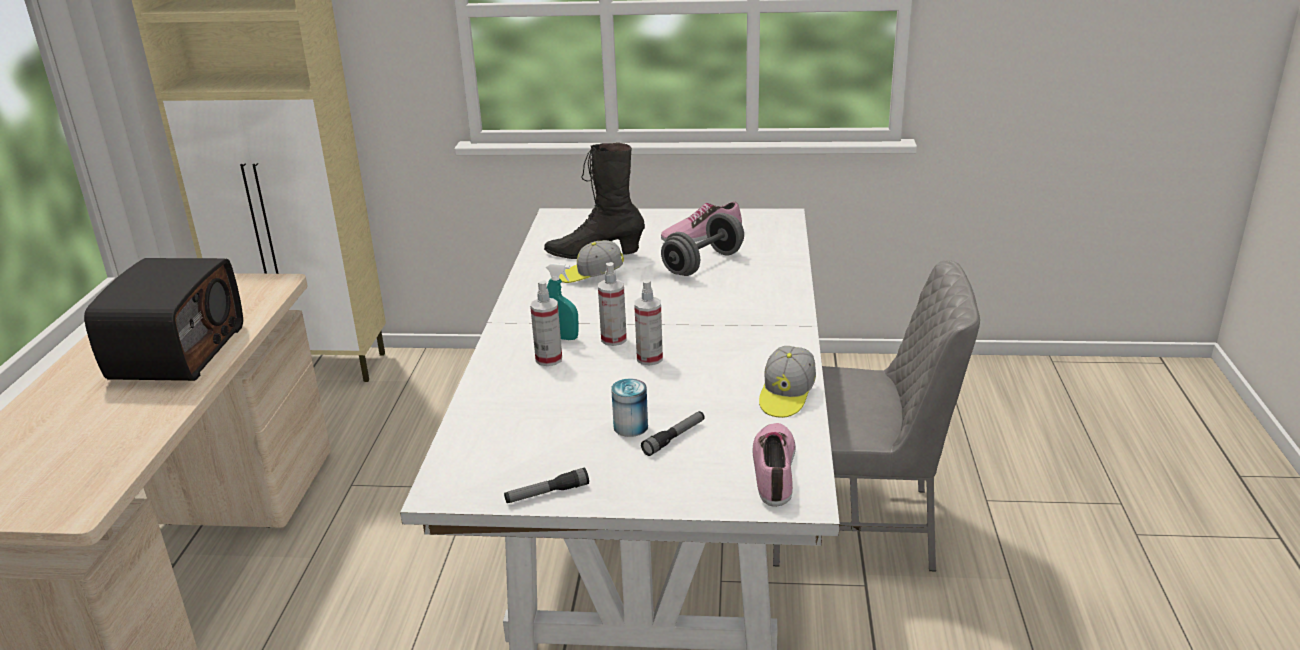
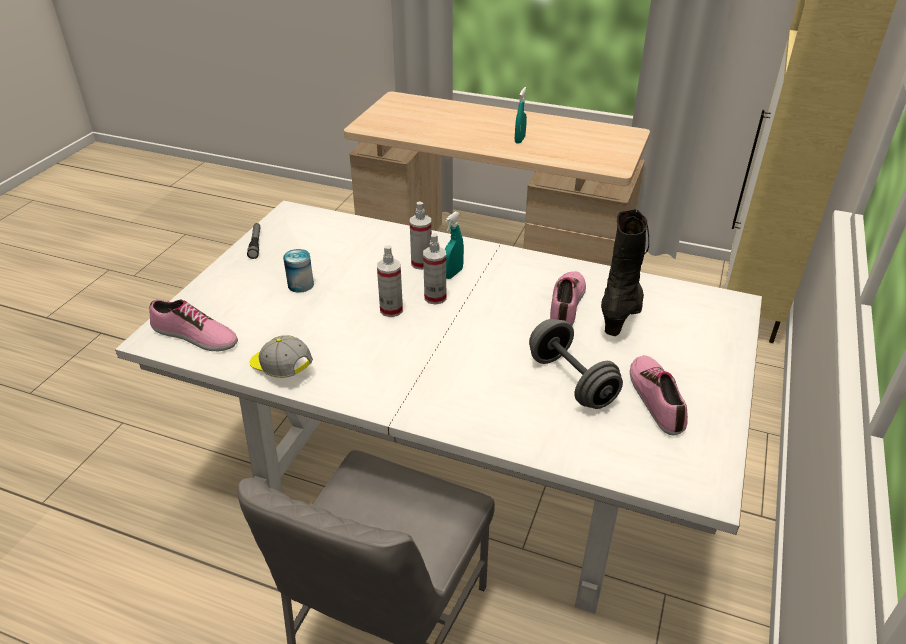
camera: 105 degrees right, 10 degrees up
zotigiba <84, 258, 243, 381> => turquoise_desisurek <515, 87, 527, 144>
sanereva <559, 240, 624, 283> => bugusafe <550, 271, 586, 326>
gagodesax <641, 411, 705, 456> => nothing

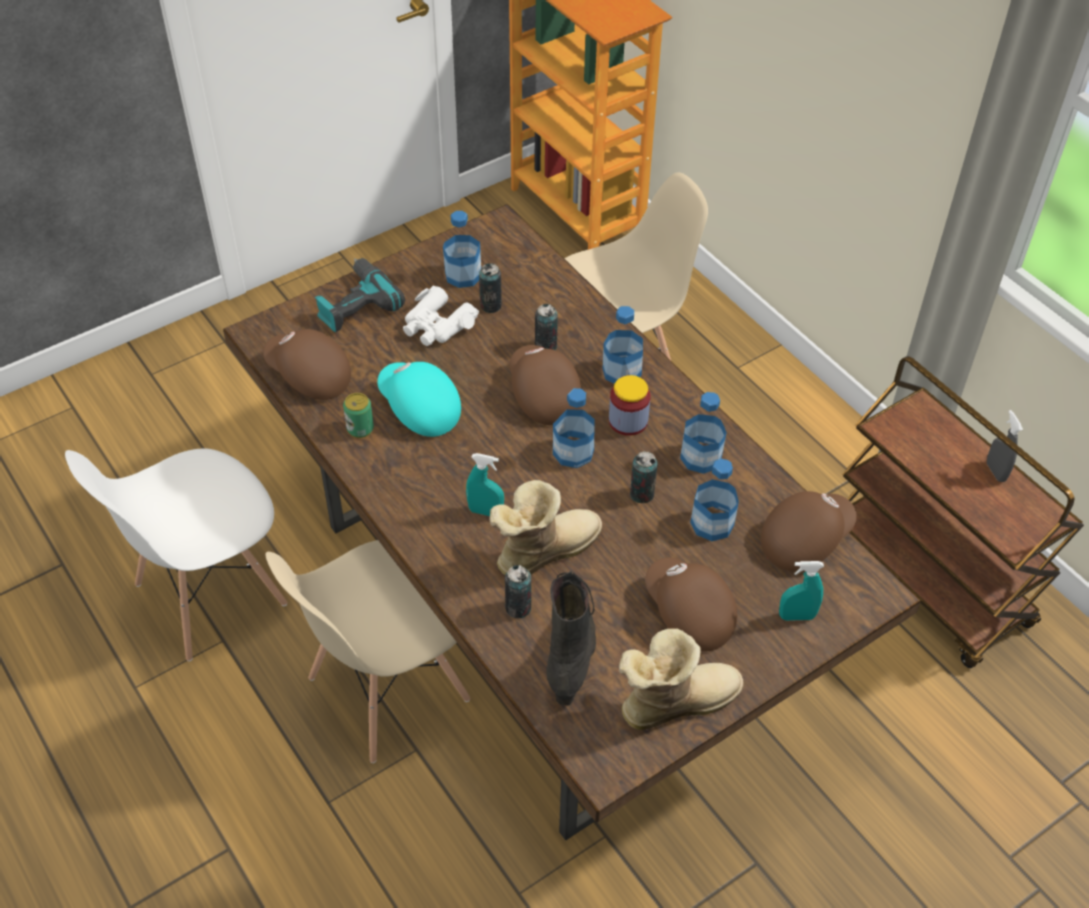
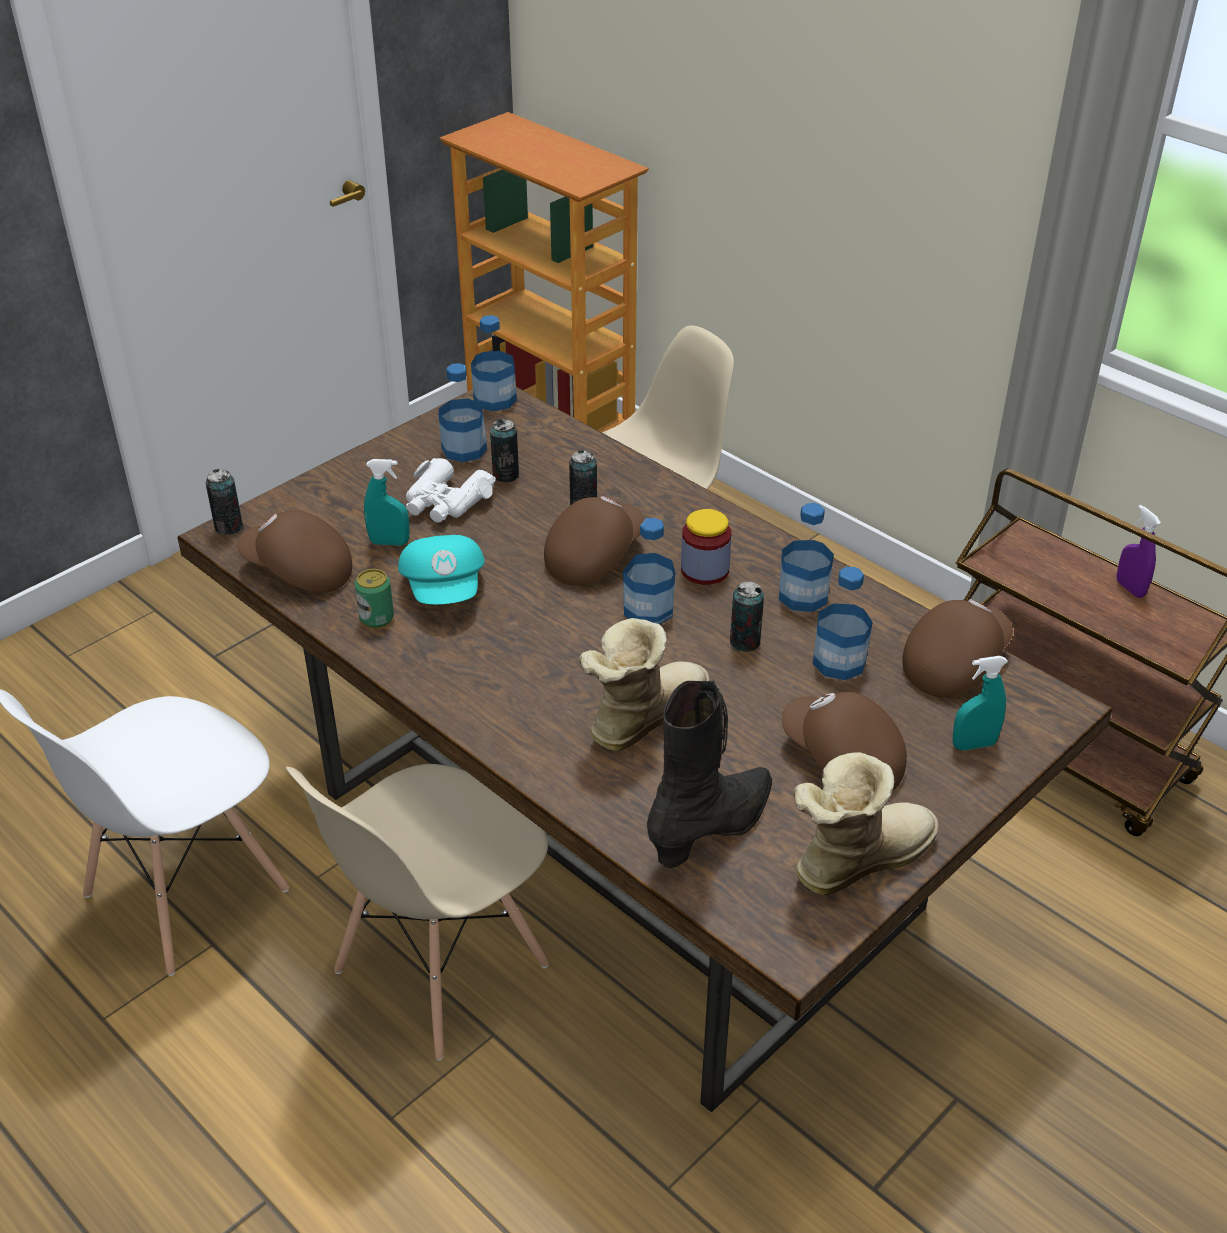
camera: 10 degrees left, 10 degrees down
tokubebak <505, 565, 531, 619> => tokubebak <206, 469, 243, 535>, moved
turquoise_desisurek <466, 453, 504, 516> => turquoise_desisurek <364, 459, 410, 546>, moved
turquoise_sanereva <377, 362, 461, 437> => turquoise_sanereva <398, 535, 485, 604>, 135 degrees counterclockwise
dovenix <602, 306, 643, 384> => dovenix <471, 315, 517, 411>, moved
brown_sanereva <510, 345, 582, 425> => brown_sanereva <544, 496, 644, 586>, 75 degrees clockwise
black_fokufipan <546, 571, 596, 706> => black_fokufipan <647, 680, 772, 868>, 45 degrees clockwise
grey_desisurek <987, 410, 1023, 482> => purple_desisurek <1117, 505, 1161, 598>
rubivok <314, 258, 405, 332> => nothing

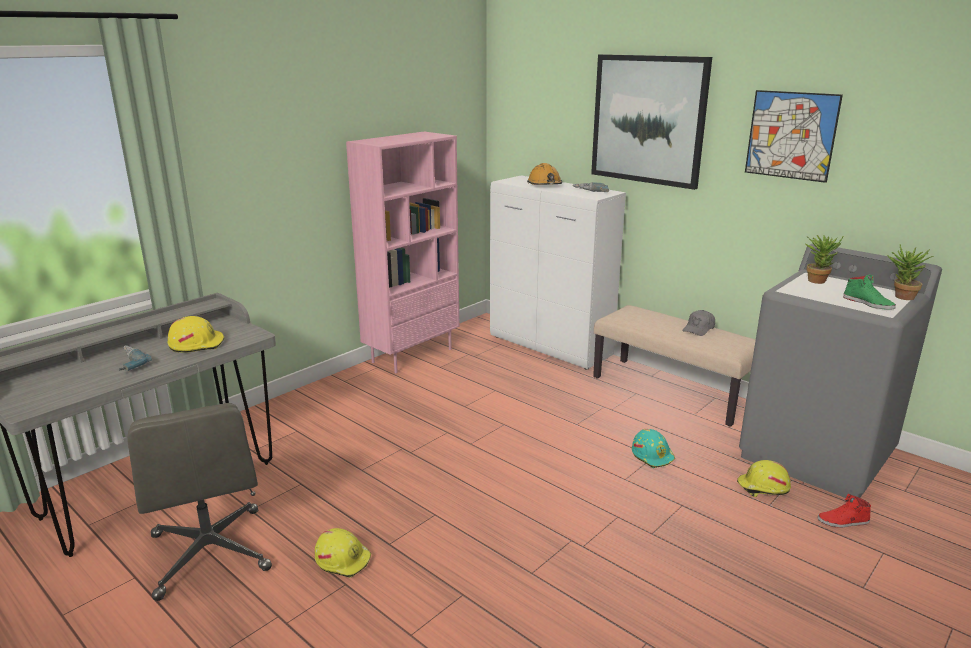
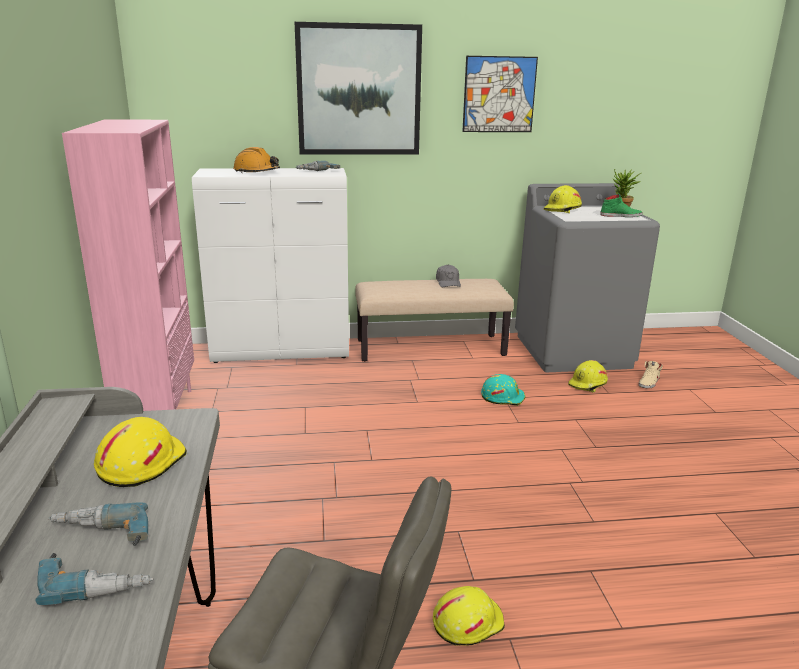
camera: 50 degrees left, 0 degrees up
nothing => rubivok <36, 553, 153, 605>
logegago <804, 235, 843, 284> => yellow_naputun <544, 185, 582, 213>
red_bugusafe <818, 494, 871, 528> => beige_bugusafe <638, 361, 663, 388>

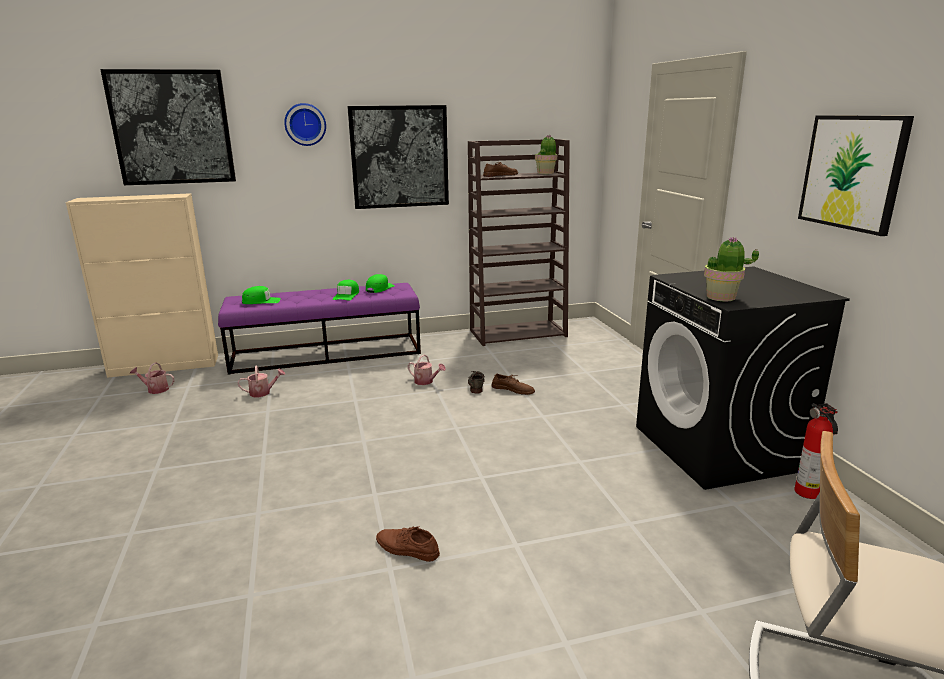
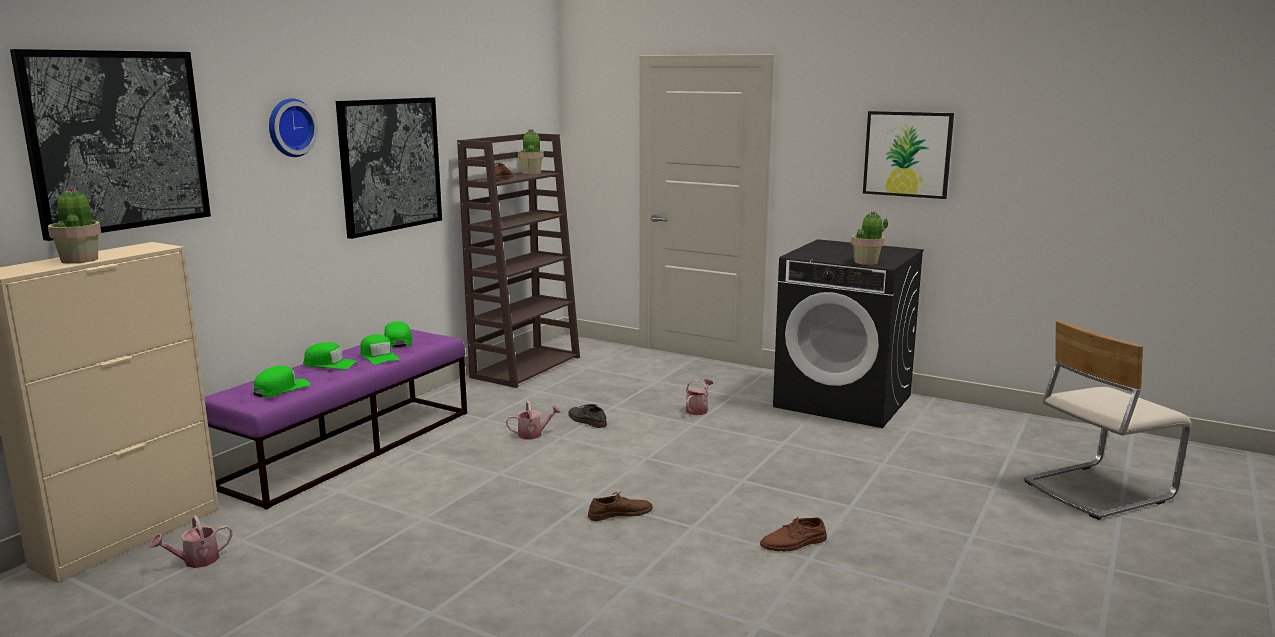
camera: 45 degrees left, 5 degrees down
nothing => logegago <48, 186, 101, 264>
nothing => green_sanereva <304, 342, 358, 369>
brown_bugusafe <491, 374, 535, 395> => brown_bugusafe <588, 492, 653, 521>, moved
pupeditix <237, 365, 285, 397> => pupeditix <686, 379, 713, 415>, moved
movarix <794, 403, 838, 499> => nothing

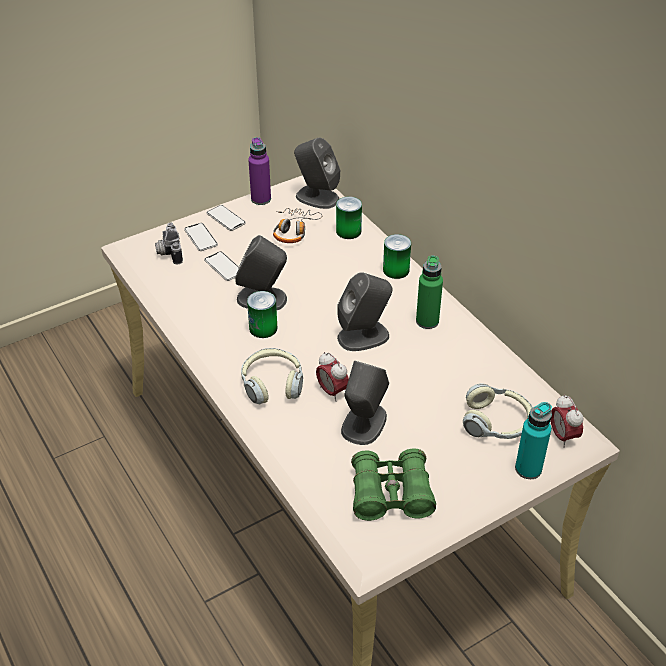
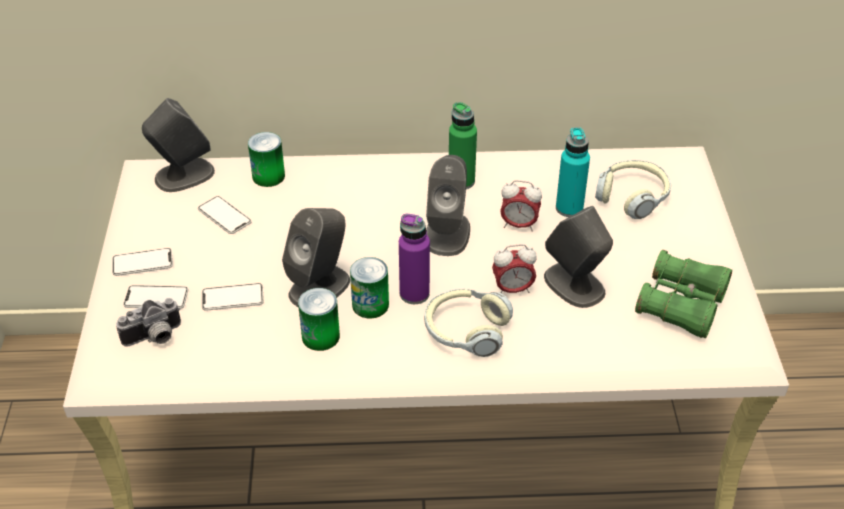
camera: 60 degrees left, 0 degrees up
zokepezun <155, 223, 183, 265> => zokepezun <116, 298, 181, 347>, 45 degrees counterclockwise
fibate <273, 208, 322, 243> => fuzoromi <198, 196, 252, 234>
tokubebak <383, 234, 411, 279> => tokubebak <298, 288, 340, 351>, moved
purple_dovenix <248, 137, 271, 205> => purple_dovenix <399, 214, 430, 304>, moved
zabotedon <551, 394, 584, 448> => zabotedon <500, 180, 542, 232>, moved
turquoise_dovenix <515, 402, 552, 479> => turquoise_dovenix <556, 127, 590, 217>, moved

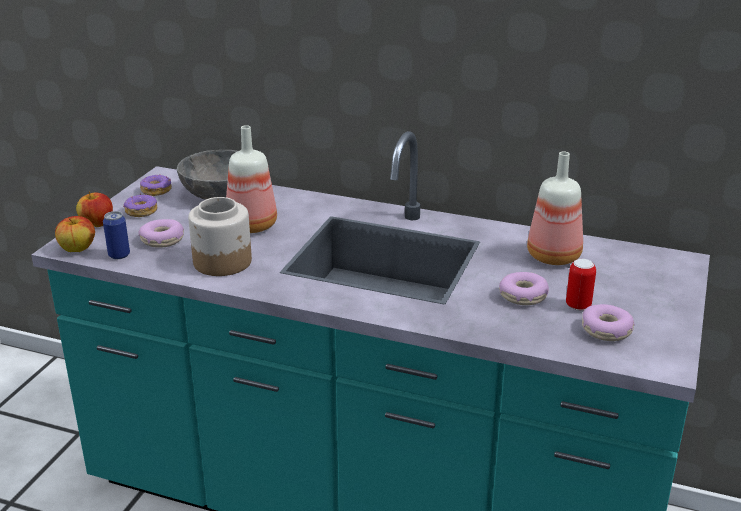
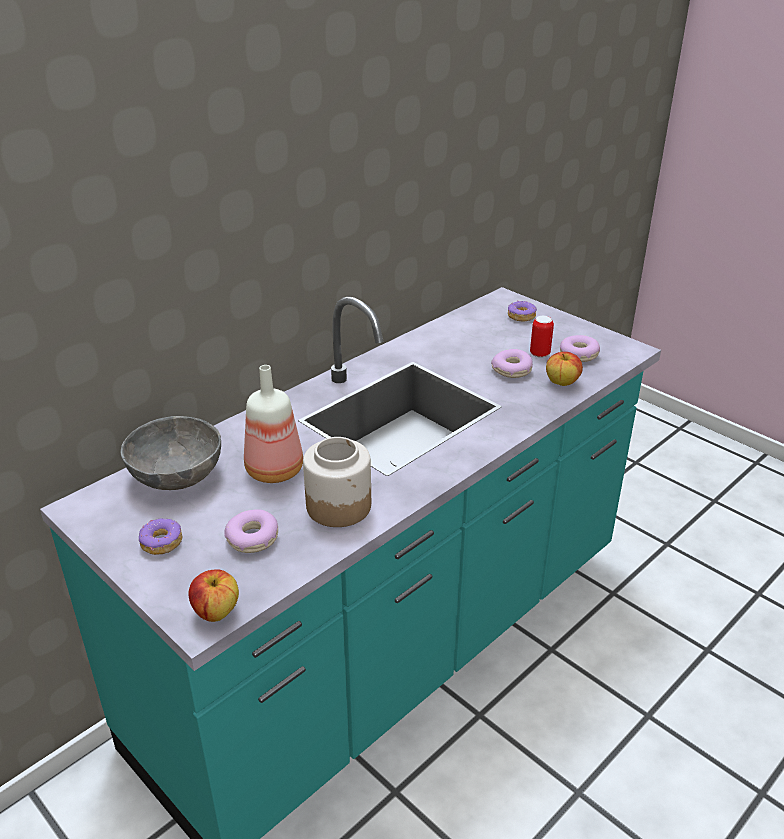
camera: 65 degrees left, 5 degrees up
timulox <140, 174, 172, 196> => timulox <508, 300, 537, 322>, moved
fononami <76, 192, 113, 227> => fononami <546, 352, 583, 386>, moved
tokubebak <103, 211, 130, 259> => nothing
dovenix <527, 152, 583, 265> => nothing

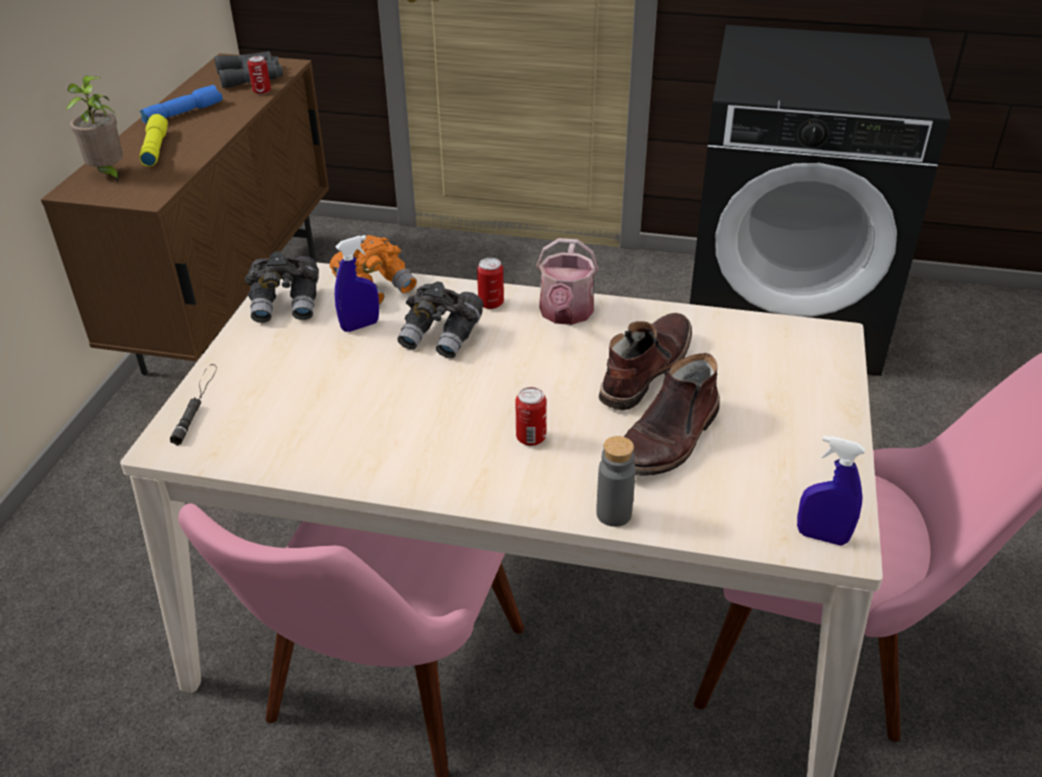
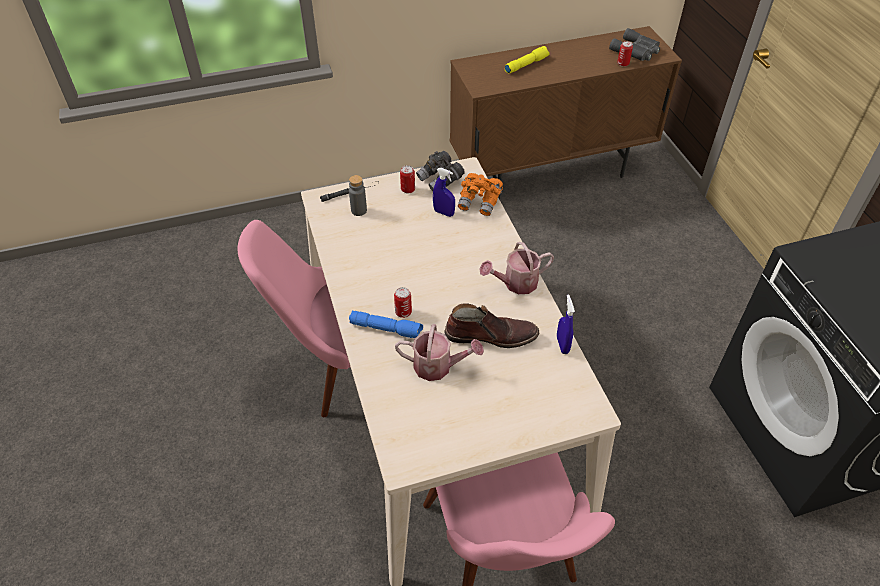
camera: 60 degrees right, 10 degrees up
grey_dovenix <596, 436, 636, 527> => grey_dovenix <349, 175, 367, 216>, moved
blue_gagodesax <140, 85, 222, 124> => blue_gagodesax <349, 311, 423, 338>, moved
brown_fokufipan <624, 353, 720, 475> => pupeditix <395, 324, 484, 381>
tokubebak <477, 258, 504, 309> => tokubebak <400, 165, 415, 193>, moved
blue_desisurek <797, 435, 865, 546> => blue_desisurek <557, 294, 575, 354>, moved
logegago <65, 76, 123, 183> => nothing
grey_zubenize <397, 281, 484, 358> => nothing

